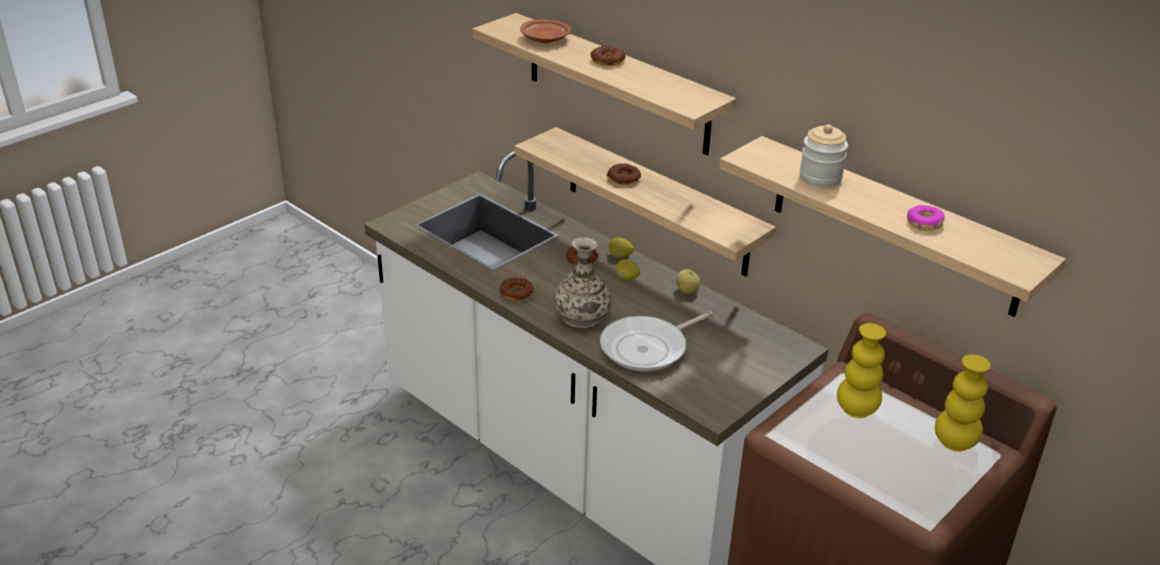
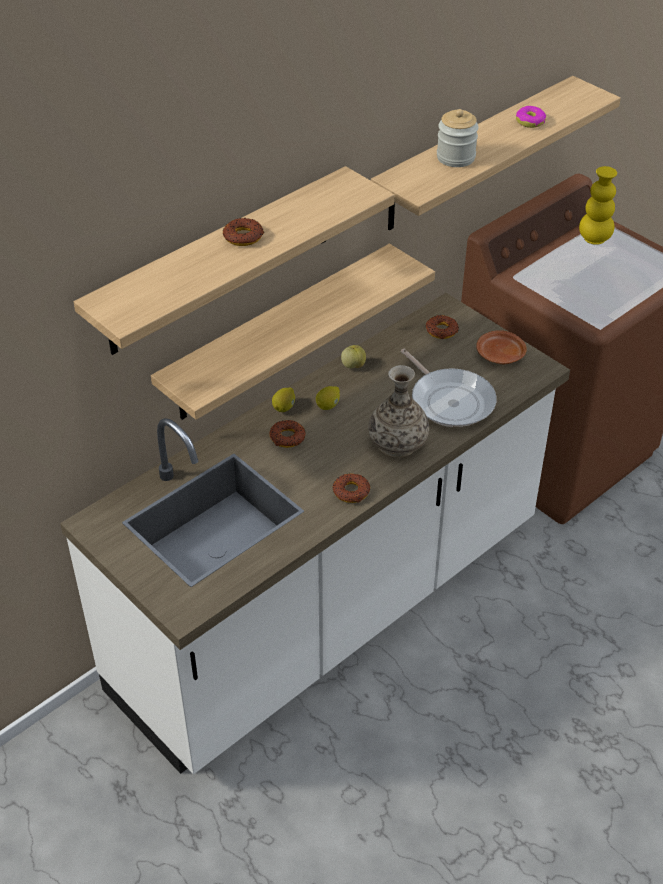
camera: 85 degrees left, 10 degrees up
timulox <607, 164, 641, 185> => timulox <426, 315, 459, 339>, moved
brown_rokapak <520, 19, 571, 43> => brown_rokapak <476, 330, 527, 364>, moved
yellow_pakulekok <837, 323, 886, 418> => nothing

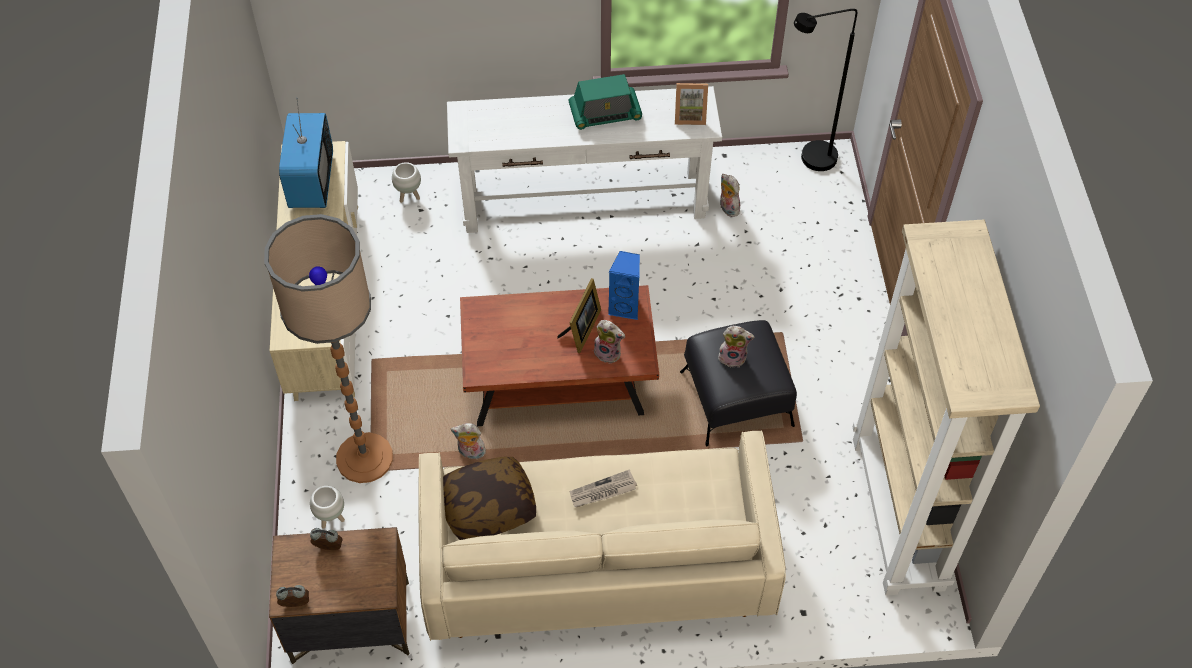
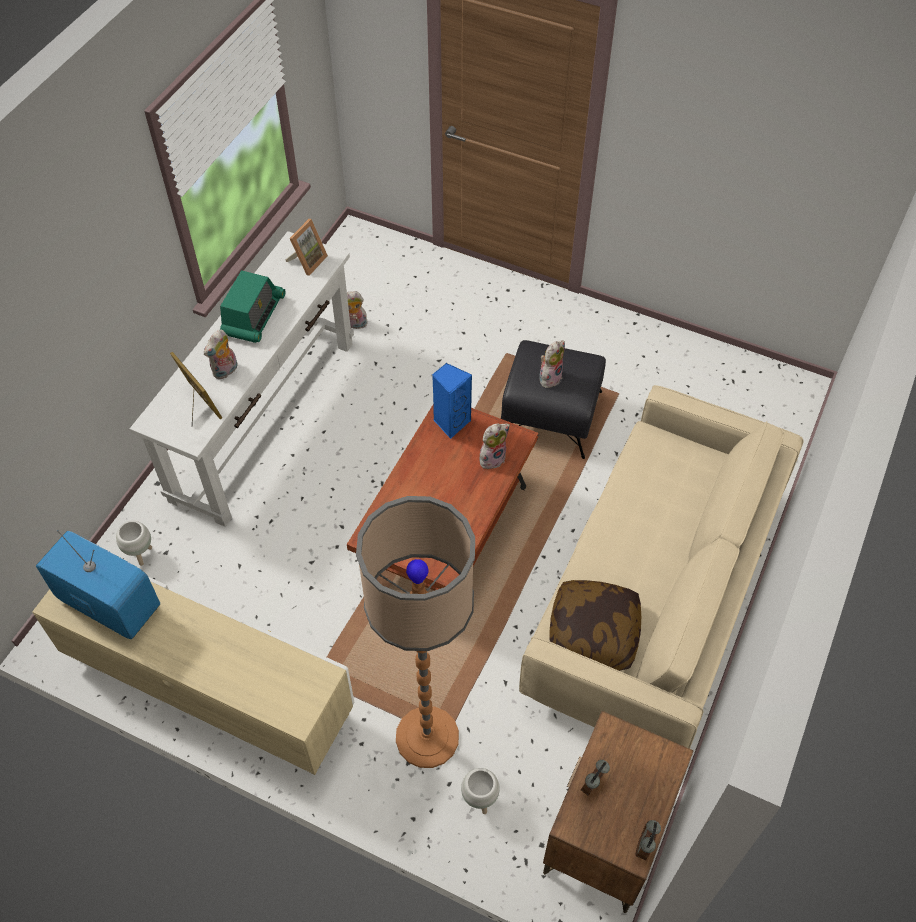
camera: 60 degrees left, 0 degrees up
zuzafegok <557, 278, 601, 353> => zuzafegok <170, 352, 222, 423>, moved
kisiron <451, 423, 486, 459> => kisiron <204, 329, 238, 379>, moved
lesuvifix <569, 469, 637, 507> => nothing
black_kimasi <794, 9, 857, 171> => nothing
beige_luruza <853, 220, 1040, 596> => nothing

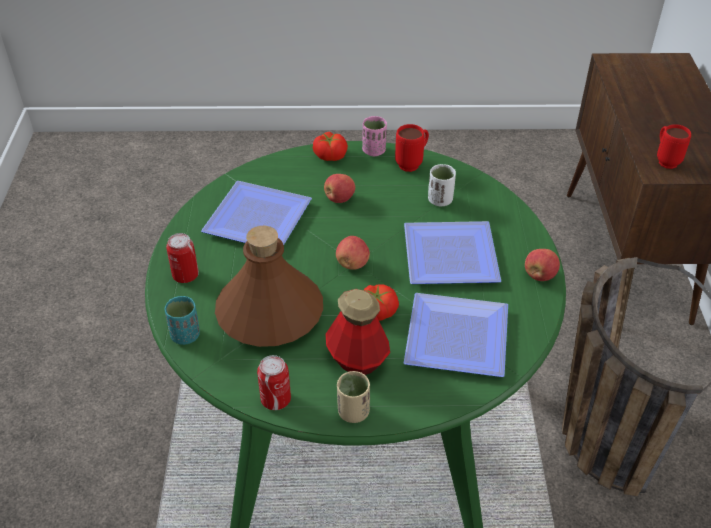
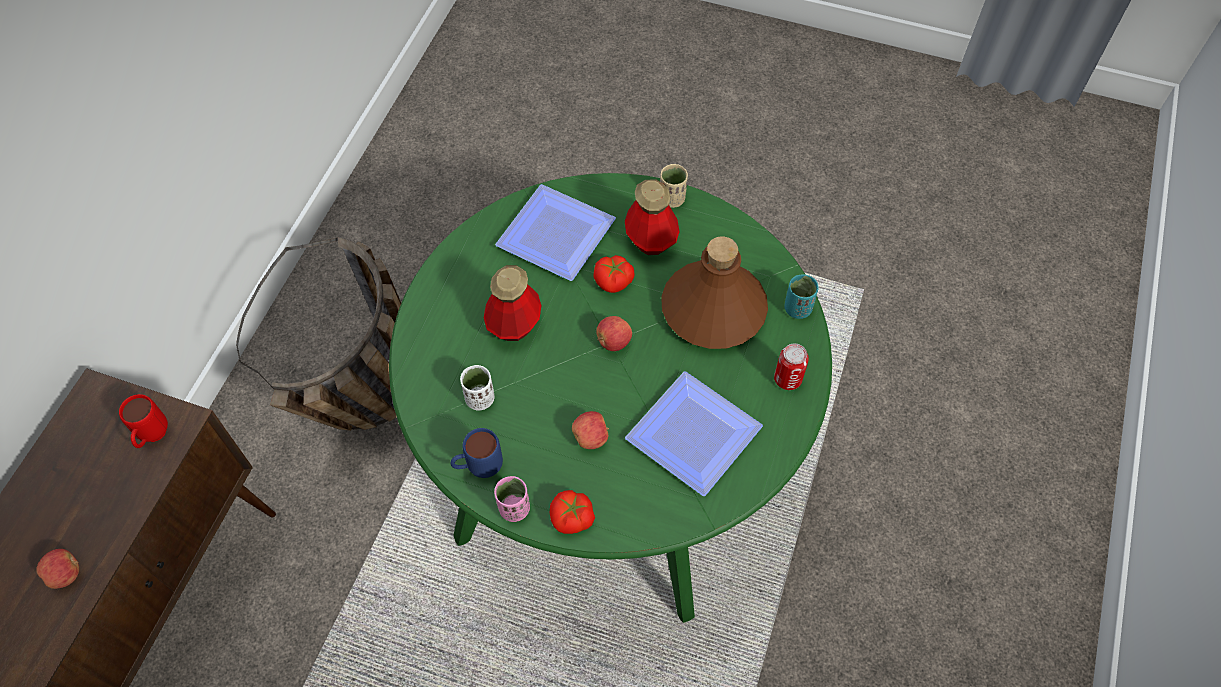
camera: 160 degrees left, 15 degrees up
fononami <525, 249, 560, 281> => fononami <36, 549, 79, 589>, moved
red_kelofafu <395, 124, 429, 172> => blue_kelofafu <450, 428, 503, 478>
rokapak <404, 221, 501, 284> => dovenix <484, 266, 542, 341>
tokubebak <257, 355, 291, 410> => nothing

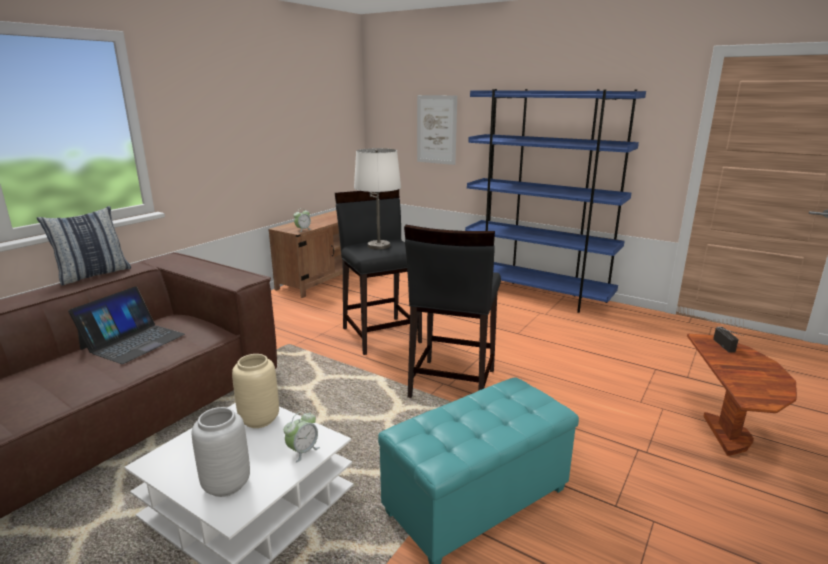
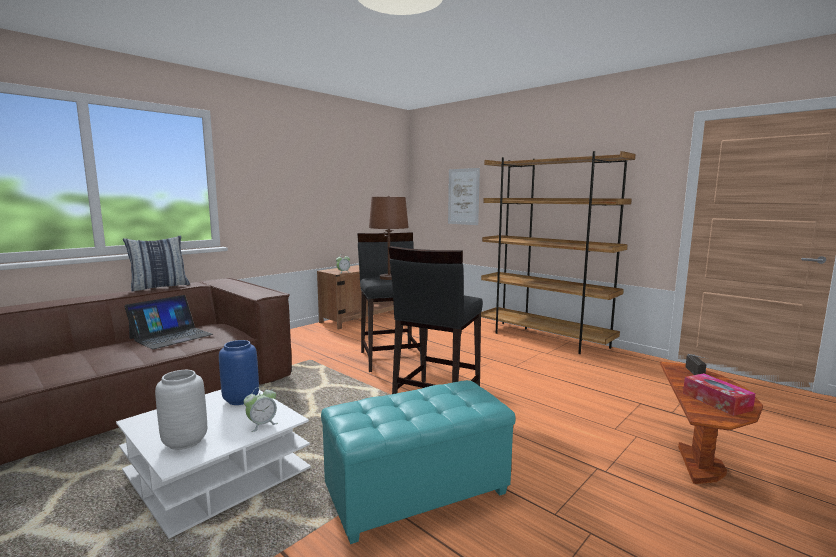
camera: 10 degrees right, 10 degrees down
beige_pakulekok <232, 354, 279, 428> => blue_pakulekok <219, 340, 259, 405>
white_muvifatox <354, 148, 401, 250> => brown_muvifatox <369, 196, 409, 280>
blue_luruza <465, 89, 646, 313> => brown_luruza <481, 151, 636, 354>
nothing => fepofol <683, 373, 756, 416>

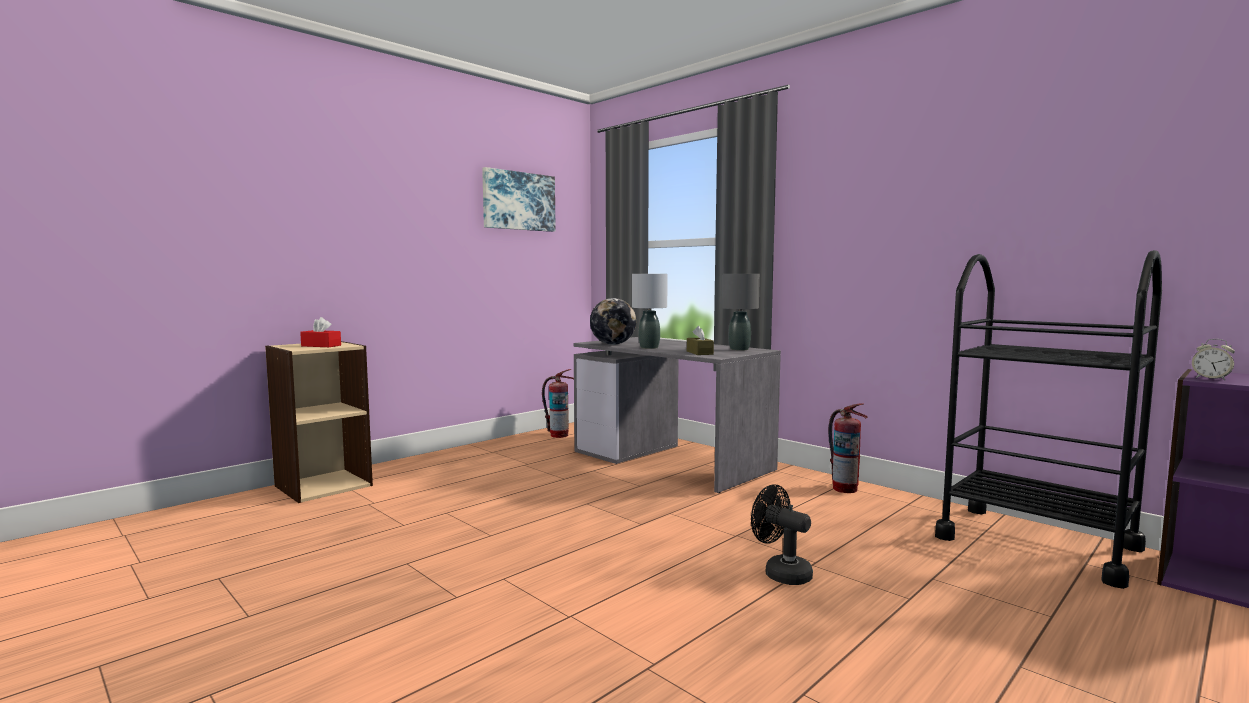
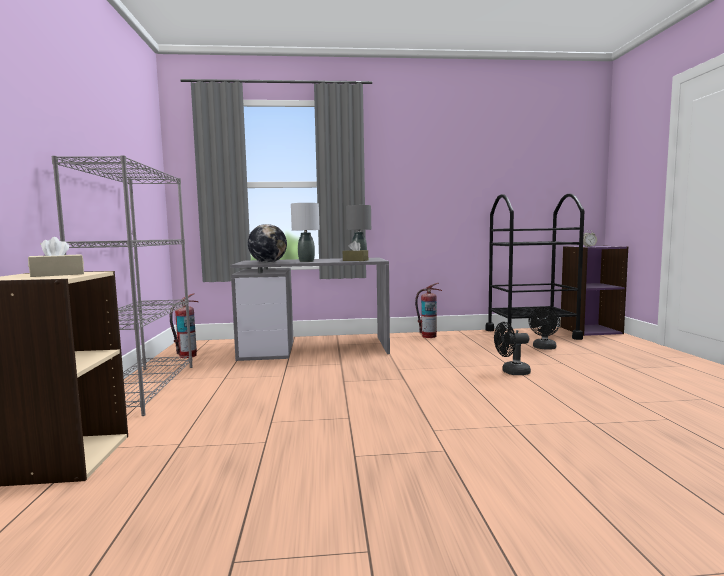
camera: 50 degrees left, 0 degrees up
red_fepofol <300, 317, 341, 347> => beige_fepofol <28, 237, 84, 277>
nothing => grey_luruza <52, 155, 193, 416>
nothing => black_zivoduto <528, 307, 560, 350>
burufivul <482, 167, 556, 232> => nothing

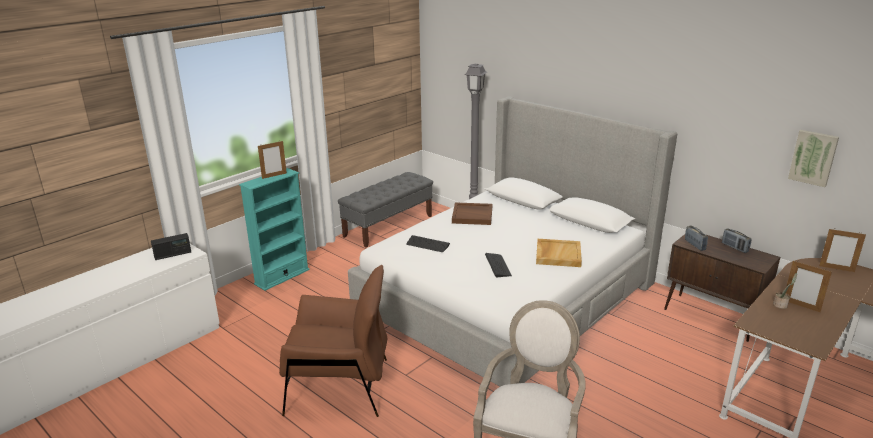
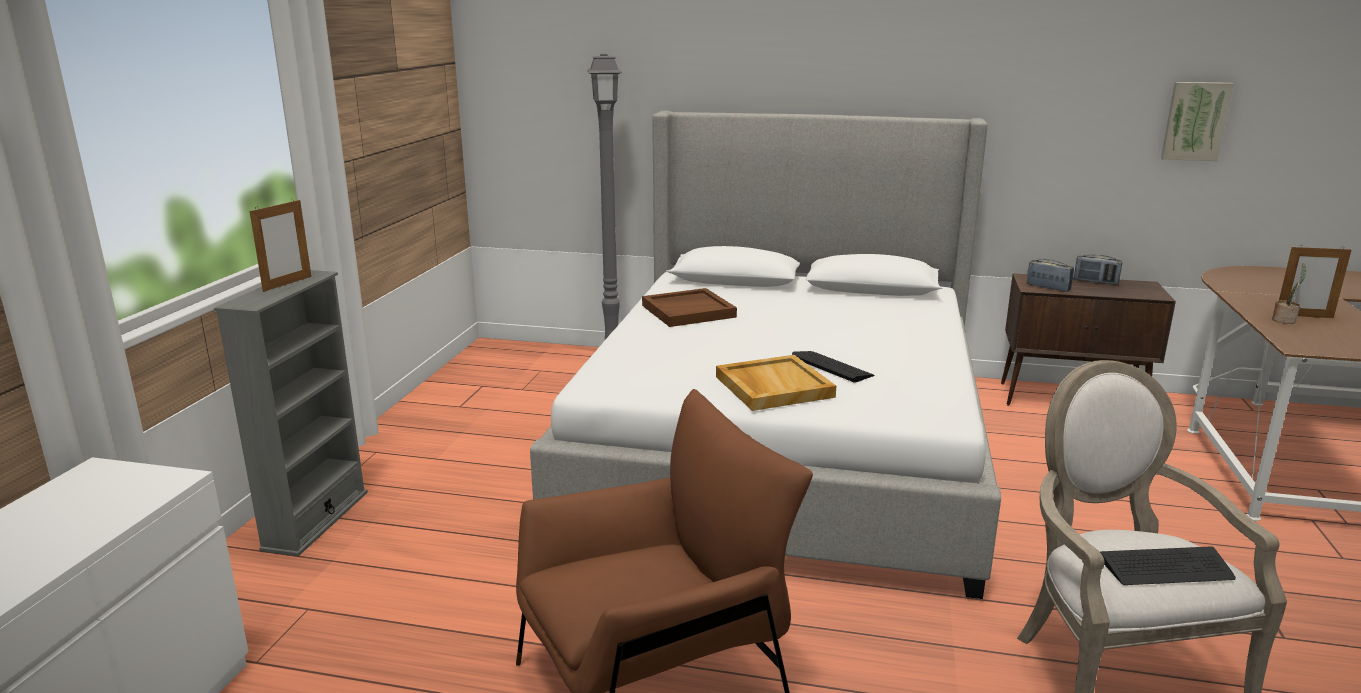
camera: 30 degrees left, 5 degrees down
turquoise_luruza <239, 168, 310, 291> => grey_luruza <214, 270, 368, 556>
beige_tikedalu <536, 239, 582, 267> => beige_tikedalu <716, 355, 836, 411>, moved
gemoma <406, 235, 450, 252> => gemoma <1100, 547, 1236, 585>, moved
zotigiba <151, 233, 191, 260> => nothing
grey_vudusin <338, 172, 433, 248> => nothing
zuzafegok <819, 228, 866, 272> => nothing

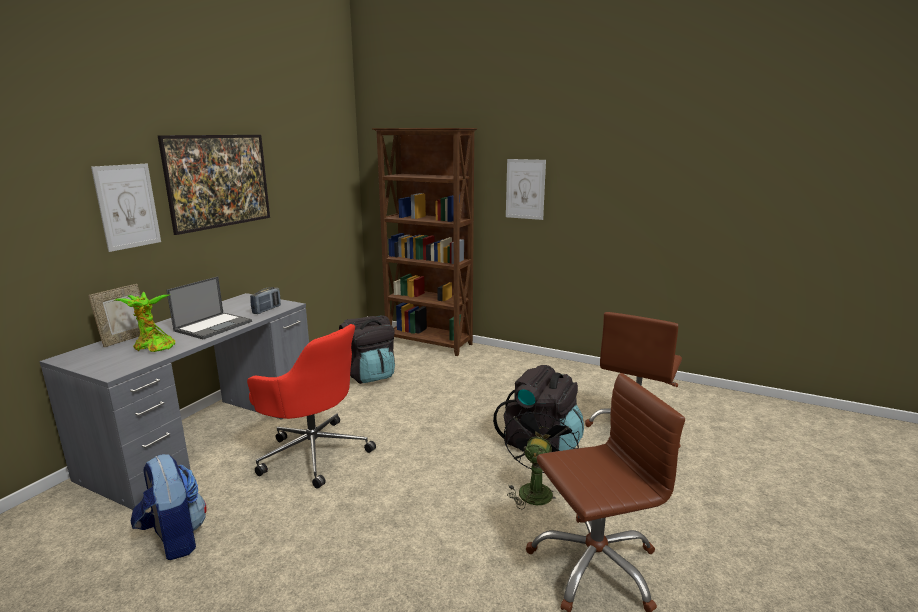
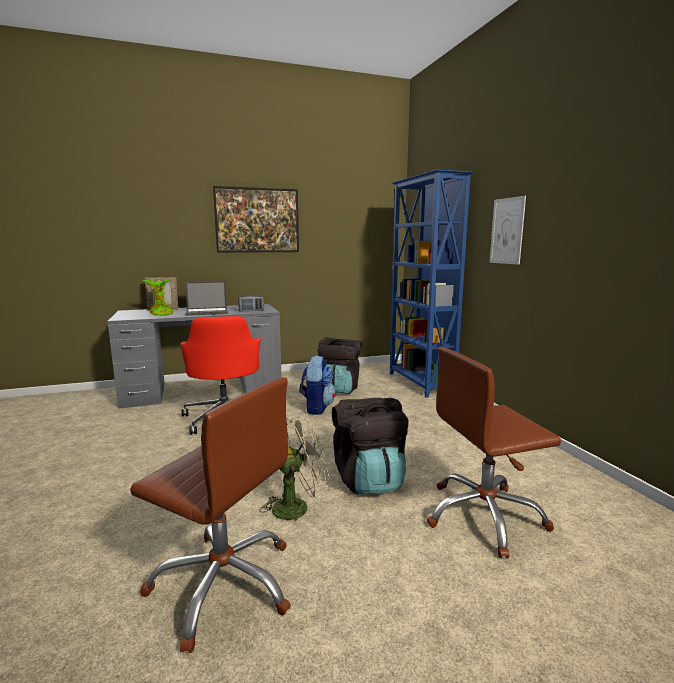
camera: 45 degrees right, 5 degrees down
black_zivoduto <504, 405, 580, 509> => beige_zivoduto <259, 415, 330, 524>
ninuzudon <131, 454, 207, 560> => ninuzudon <299, 355, 336, 415>, moved
brown_luruza <372, 128, 477, 356> => blue_luruza <390, 170, 473, 398>
burufivul <91, 164, 161, 252> => nothing

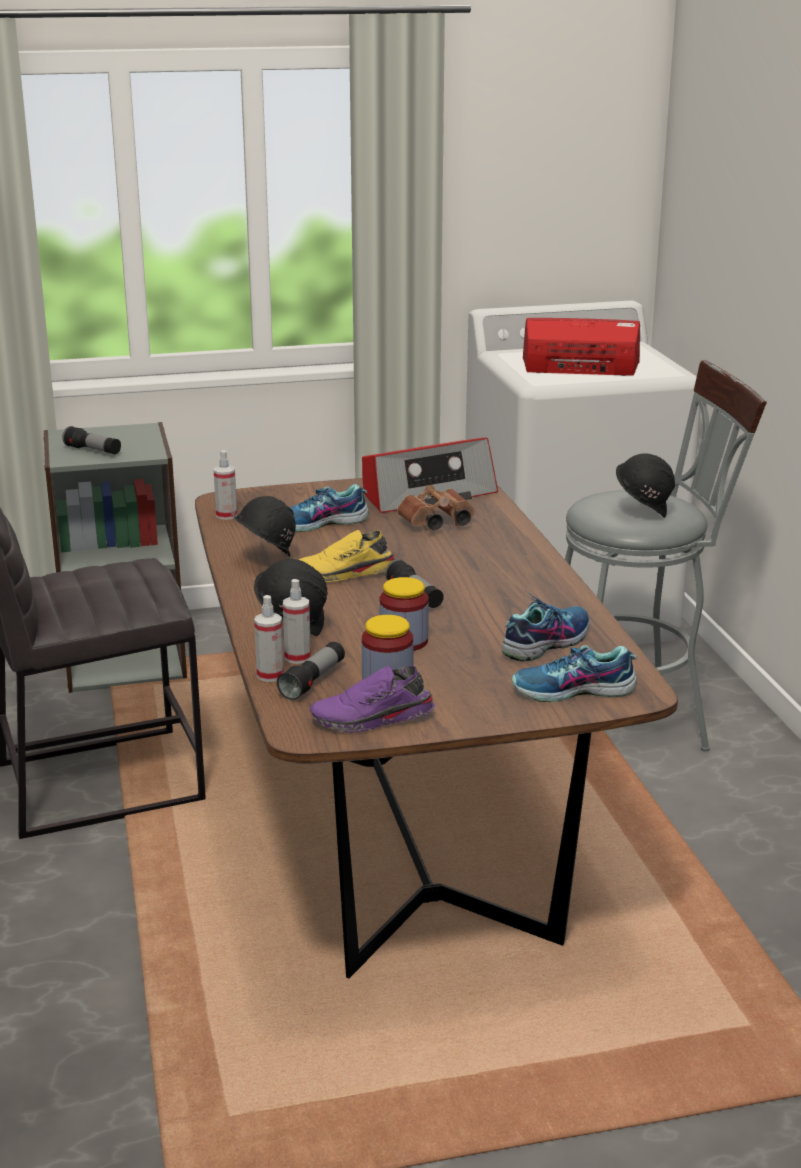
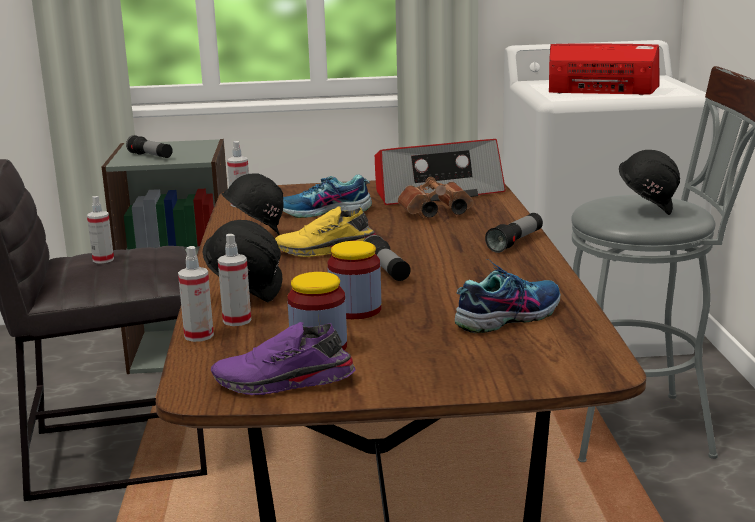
camera: 10 degrees right, 5 degrees down
nothing => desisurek <87, 196, 114, 264>
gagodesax <277, 642, 345, 701> => gagodesax <485, 213, 543, 253>, moved
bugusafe <512, 645, 637, 702> => nothing

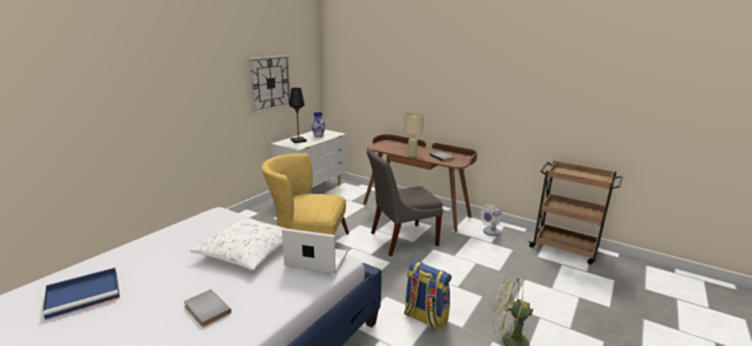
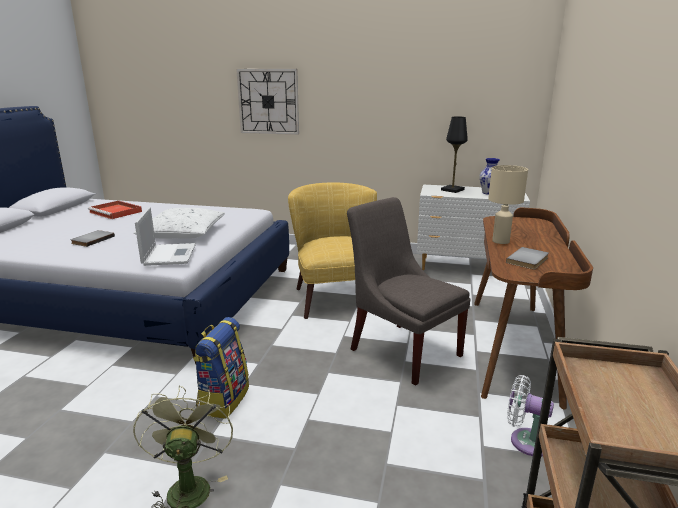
camera: 70 degrees right, 0 degrees up
blue_tikedalu <43, 268, 120, 320> => red_tikedalu <88, 201, 142, 219>
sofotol <247, 55, 291, 114> => sofotol <236, 69, 299, 135>, moved

